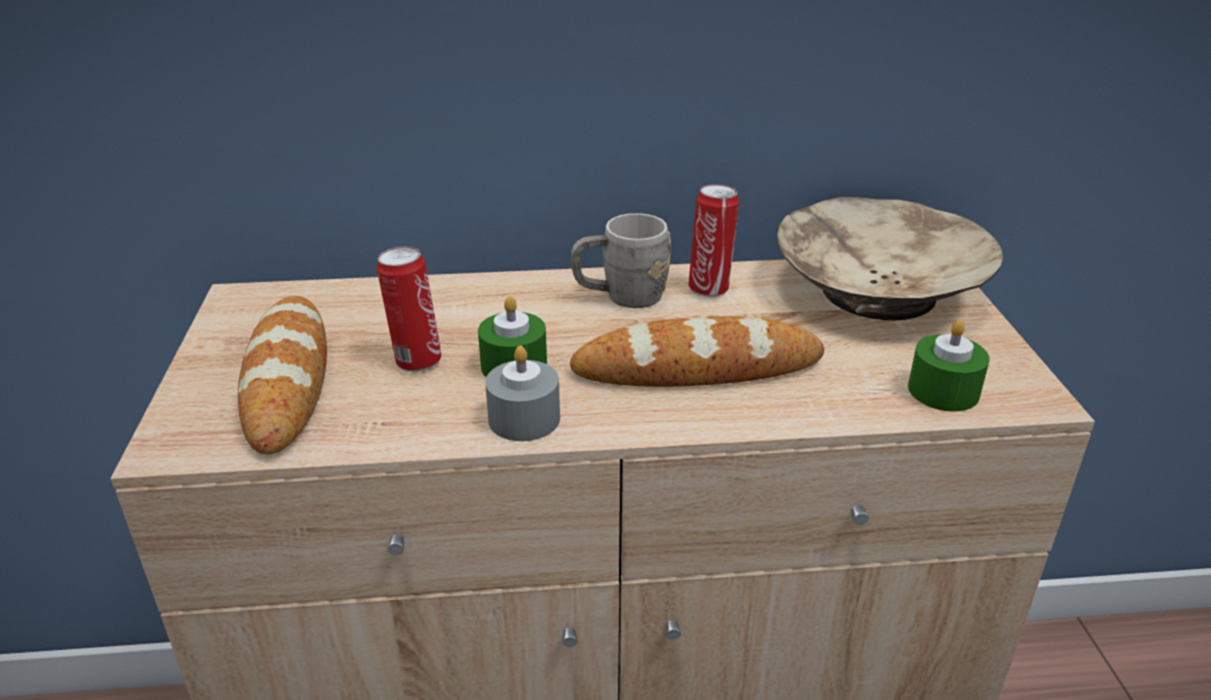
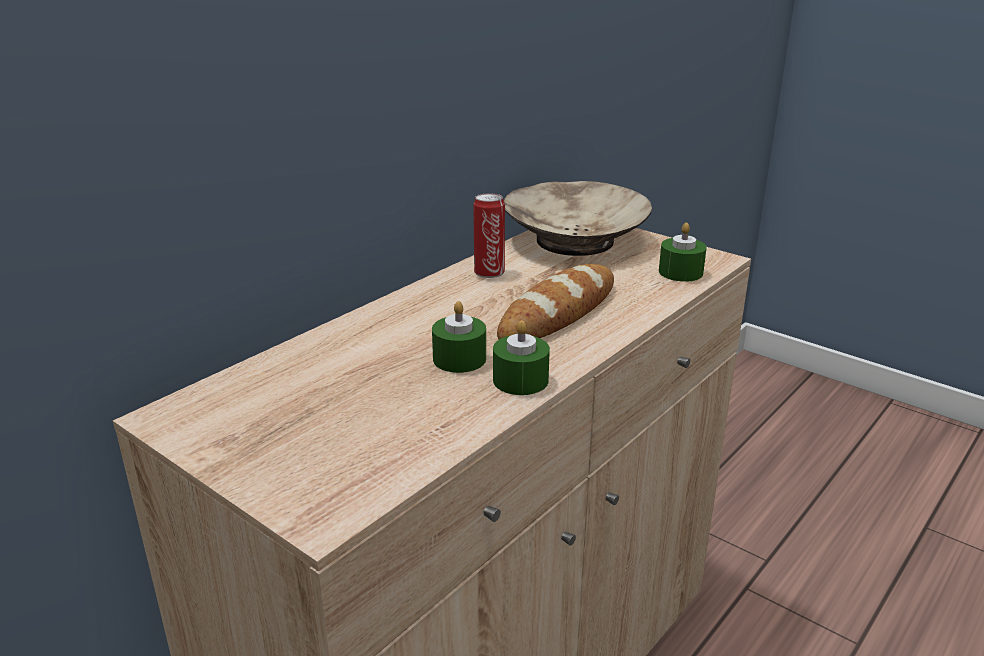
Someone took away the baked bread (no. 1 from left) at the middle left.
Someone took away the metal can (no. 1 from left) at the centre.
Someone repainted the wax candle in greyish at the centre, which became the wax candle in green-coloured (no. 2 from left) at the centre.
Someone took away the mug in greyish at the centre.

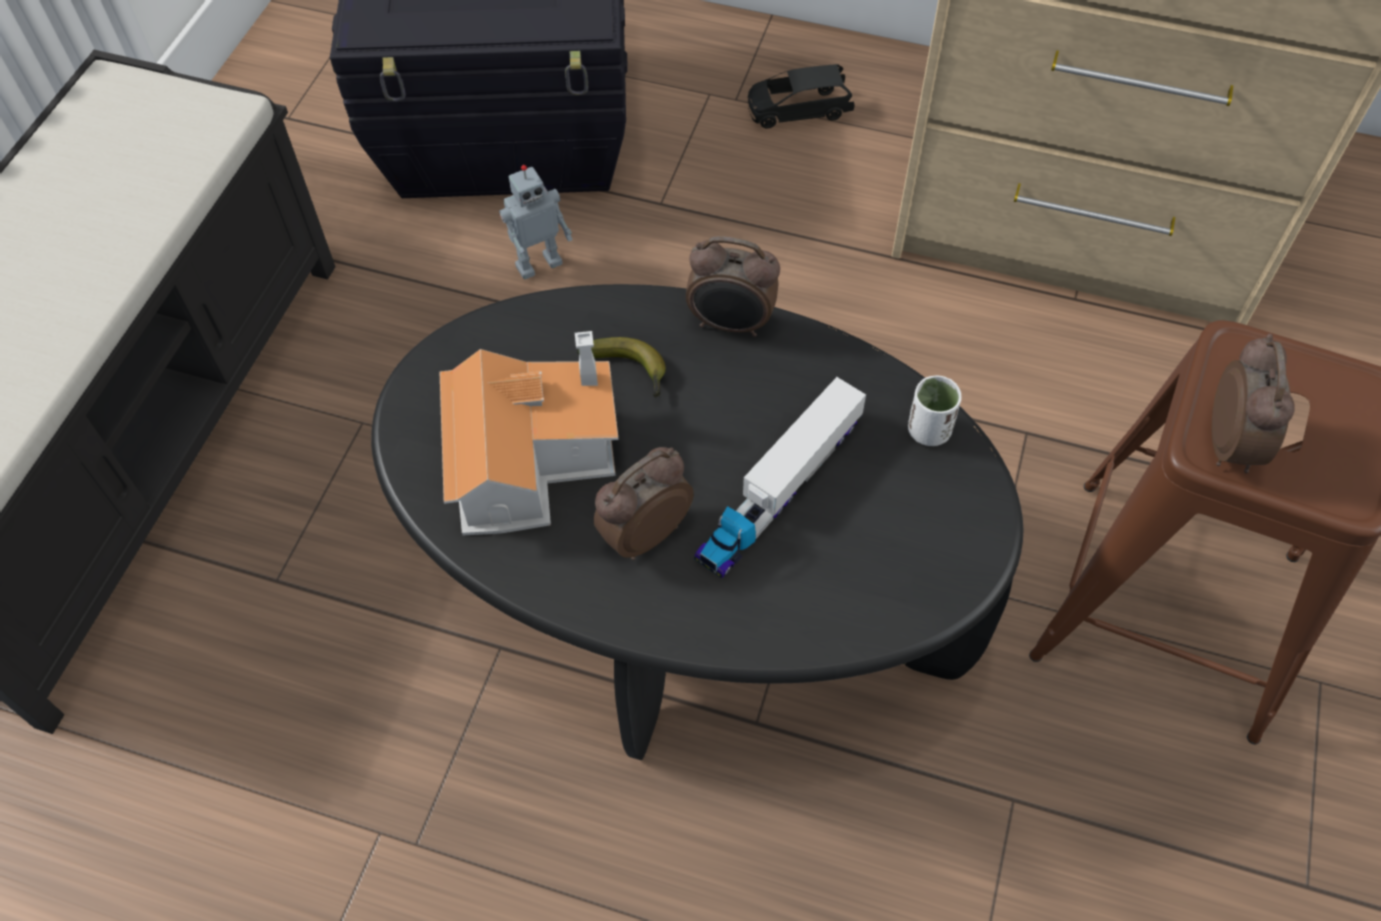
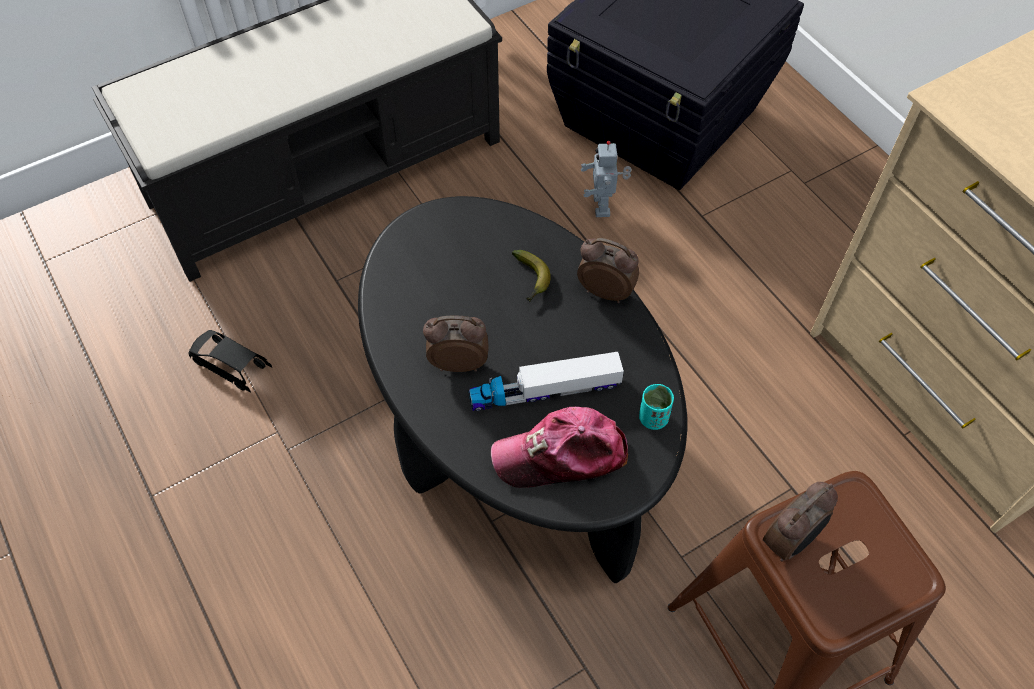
Someone took away the miniature house at the centre.
Someone rotated the toy robot at the top centre by 75 degrees clockwise.
Someone rotated the table clock (no. 2 from left) at the top centre by 150 degrees clockwise.
Someone carried the toy car in black-coloured from the top centre to the middle left.
Someone repainted the cup in white at the middle right, which became the cup in turquoise at the centre.
Someone put down the baseball cap at the centre.

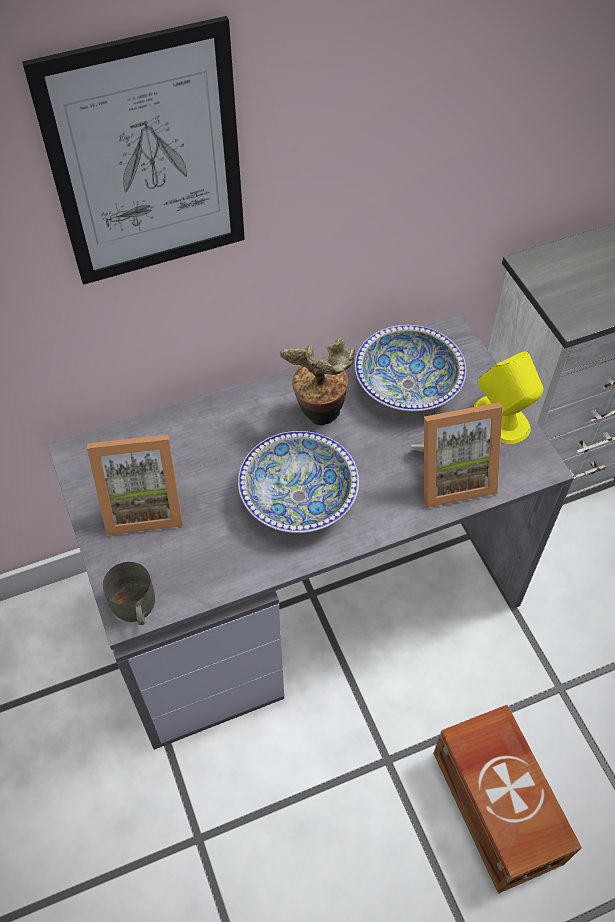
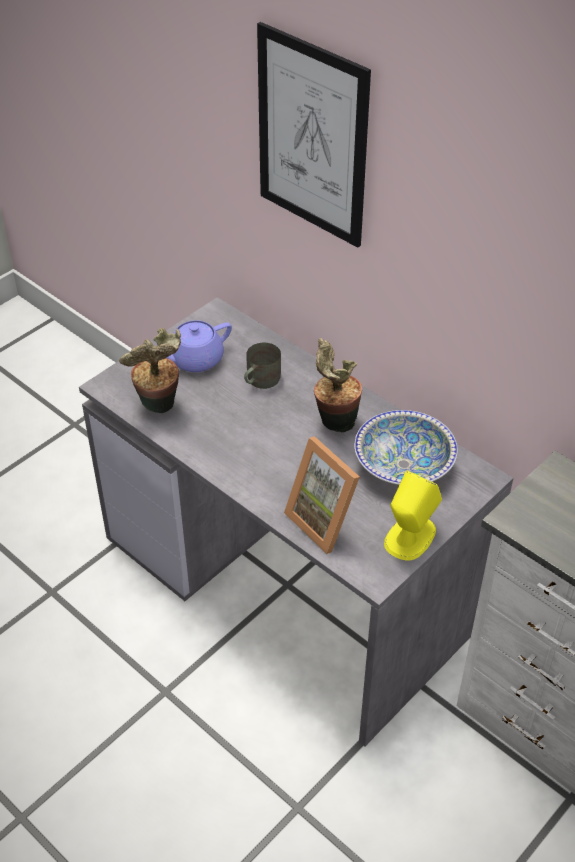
Someone swapped the photo frame (no. 1 from left) at the middle left for the teapot in purplish at the centre.
Someone carried the mug in greyish from the middle left to the centre.
Someone took away the bowl (no. 1 from left) at the centre.
Someone took away the storage bin in brown-coloured at the bottom right.
Someone put down the potted plant (no. 1 from left) at the middle left.

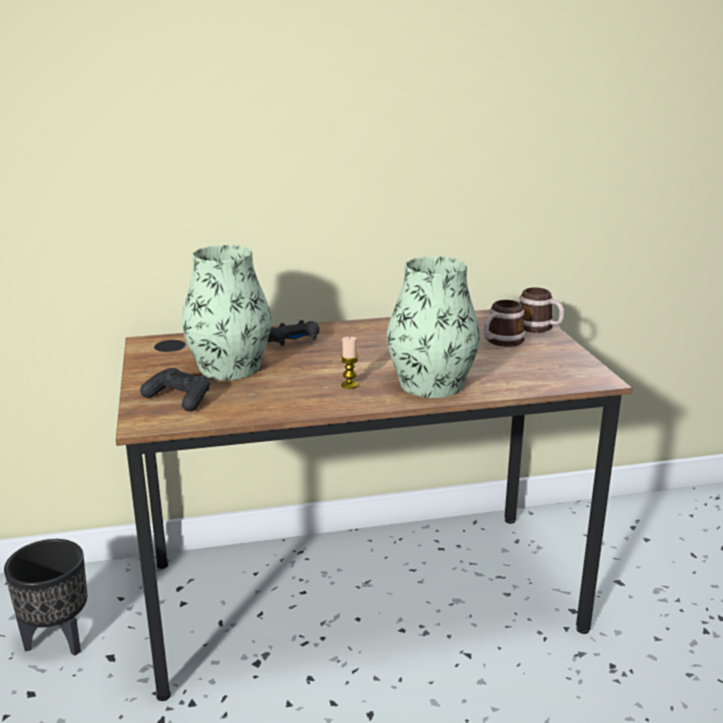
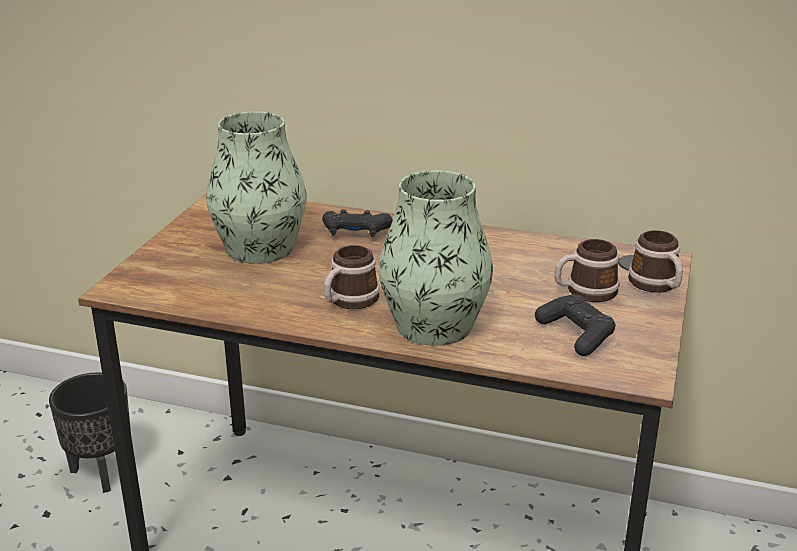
Someone carried the game controller in black-coloured (no. 1 from left in the first image) from the middle left to the middle right.
Someone swapped the wax candle at the centre for the mug (no. 1 from left) at the centre.

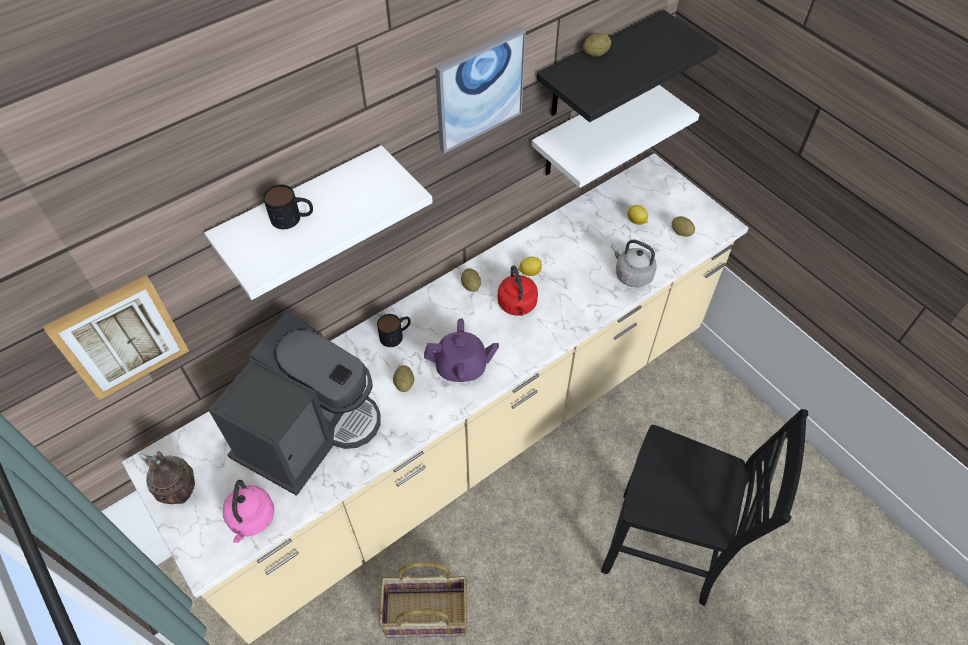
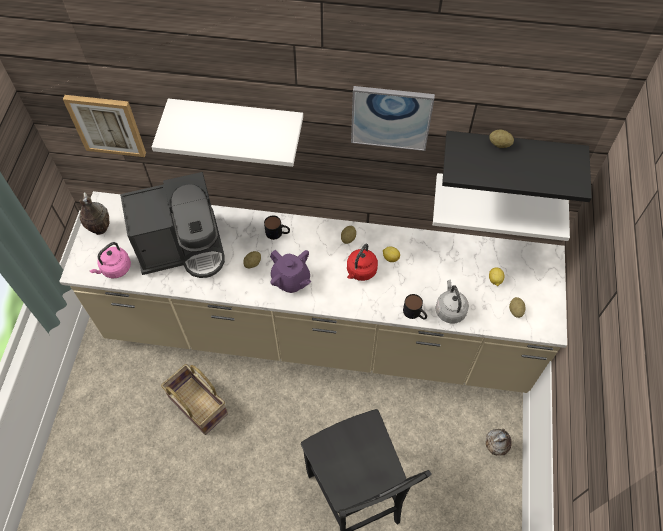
Someone carried the mug (no. 1 from left in the first image) from the top left to the centre.
Someone put down the decorative vase (no. 2 from left) at the bottom right.

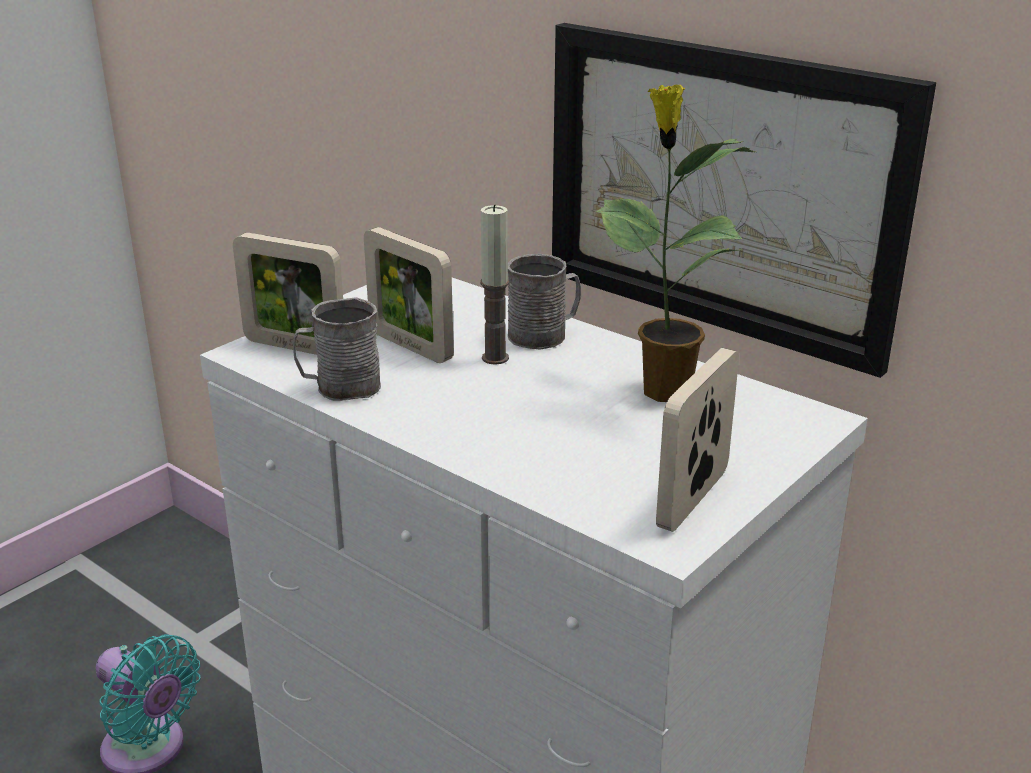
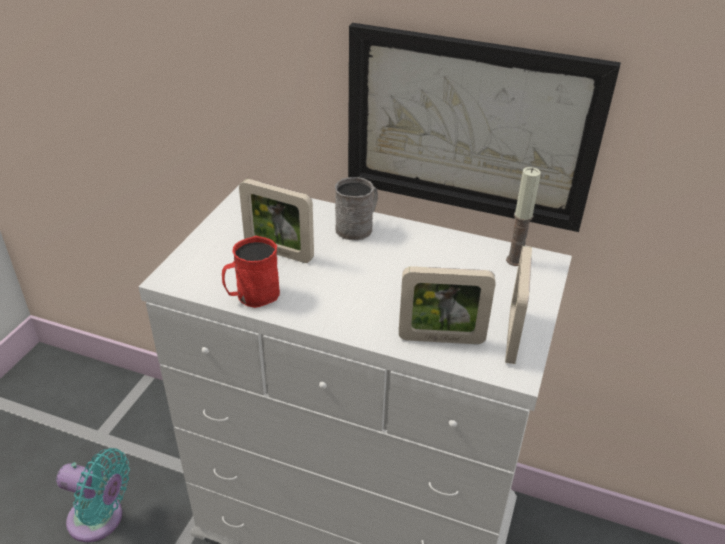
Someone carried the photo frame (no. 1 from left in the first image) from the middle left to the centre.
Someone repainted the mug in greyish (no. 1 from left) at the middle left, which became the mug in red-coloured at the centre.
Someone carried the wax candle from the centre to the middle right.
Someone took away the potted plant at the top centre.

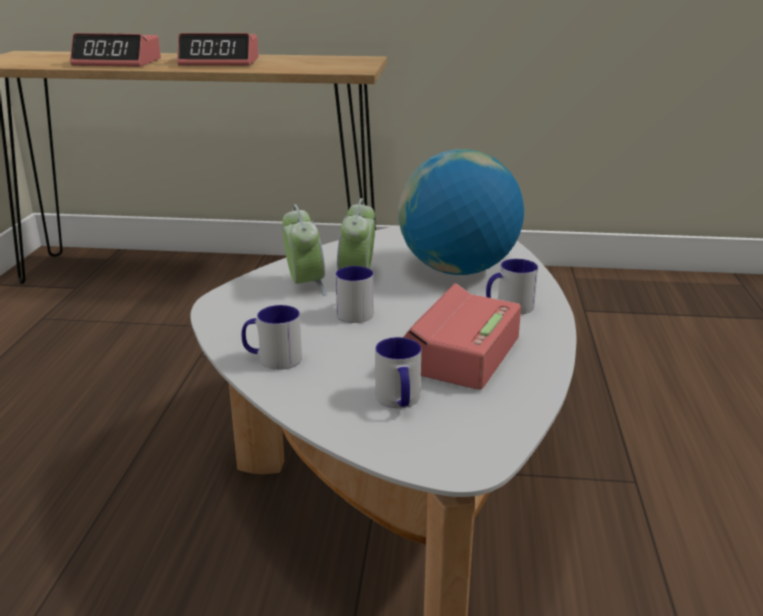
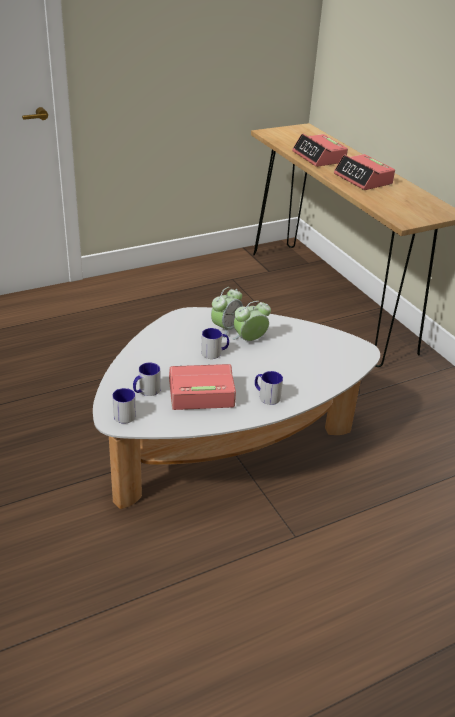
Someone carried the mug (no. 1 from left) from the centre to the middle left.
Someone took away the globe at the centre.

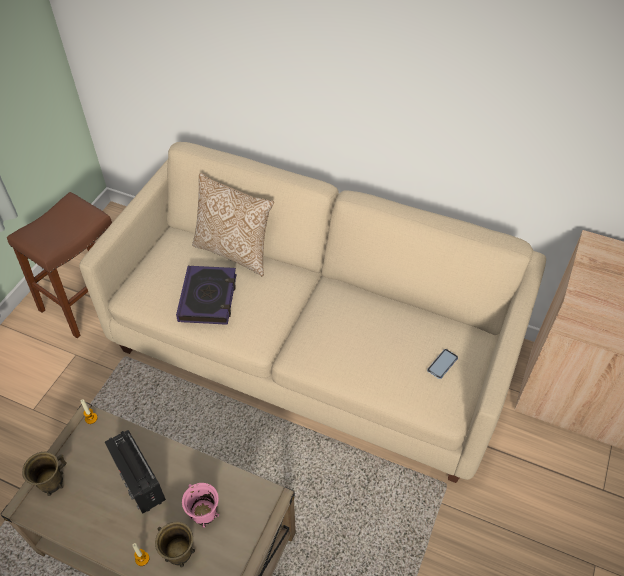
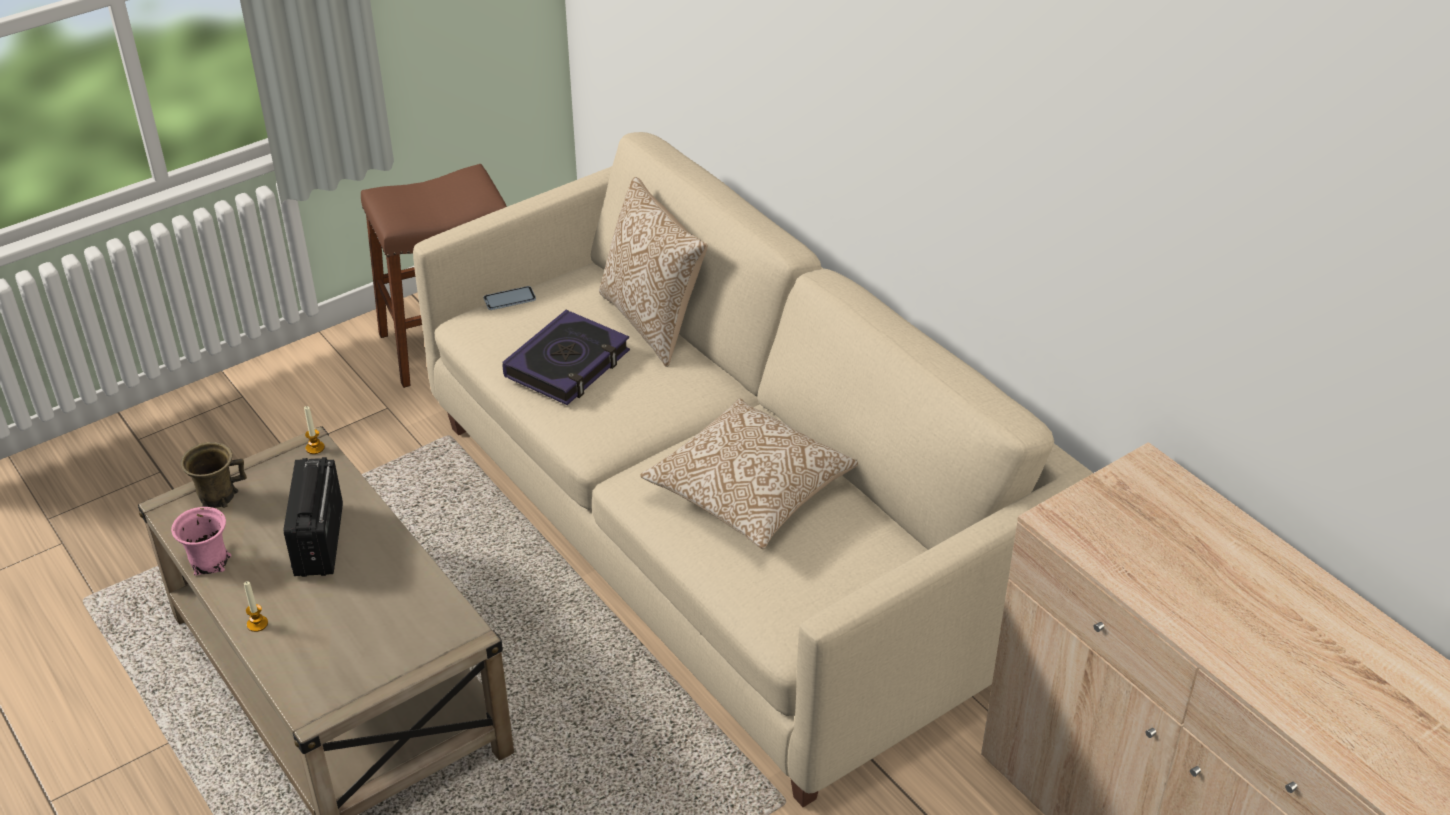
Someone took away the mug in brown-coloured (no. 2 from left) at the bottom left.
Someone carried the mug in pink-coloured from the bottom left to the middle left.
Someone carried the phone from the middle right to the centre.
Someone put down the cushion (no. 2 from left) at the centre.

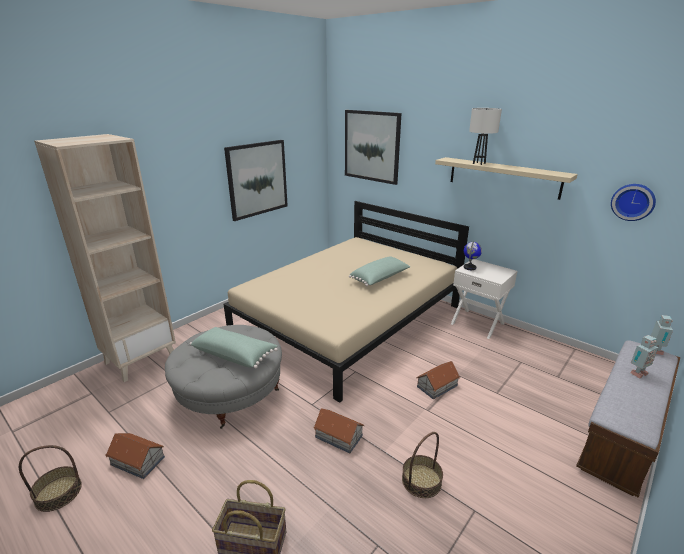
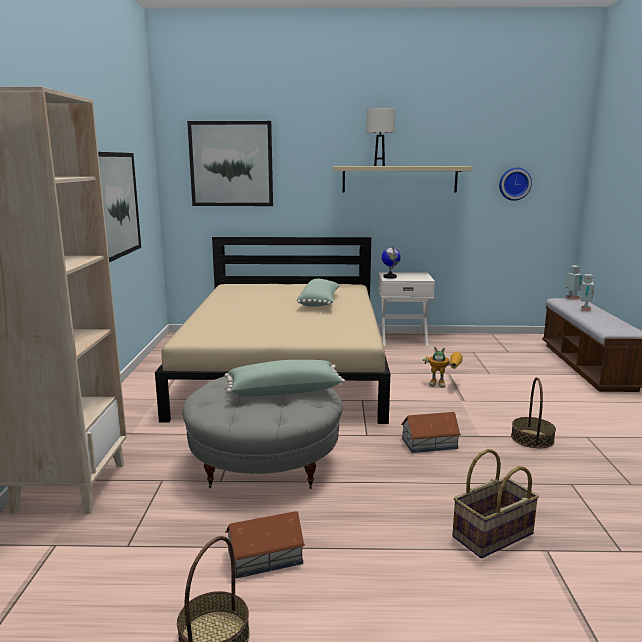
Someone swapped the miniature house (no. 3 from left) at the bottom centre for the toy robot (no. 1 from left) at the middle right.

